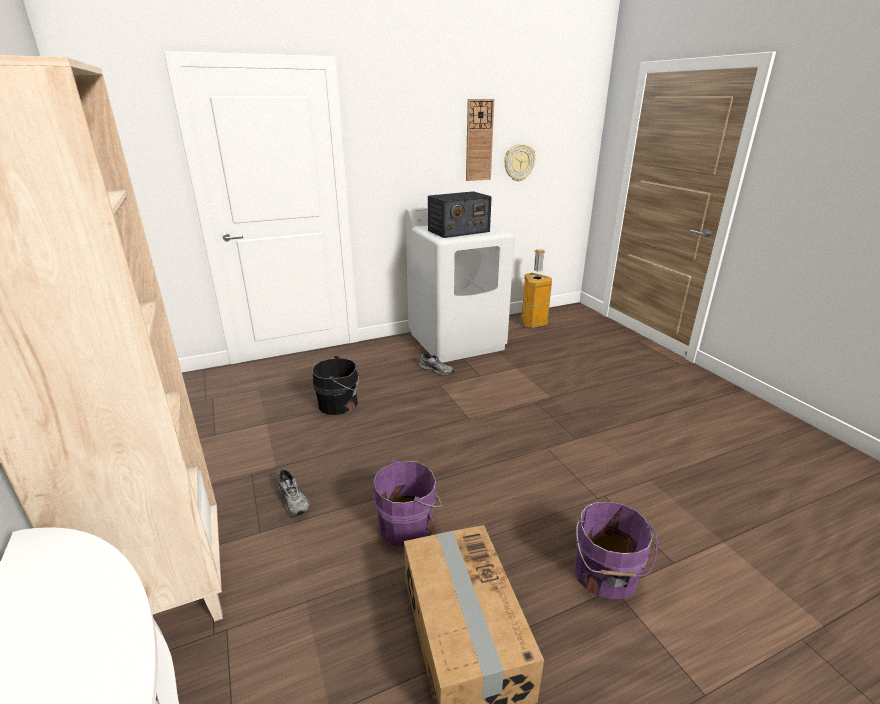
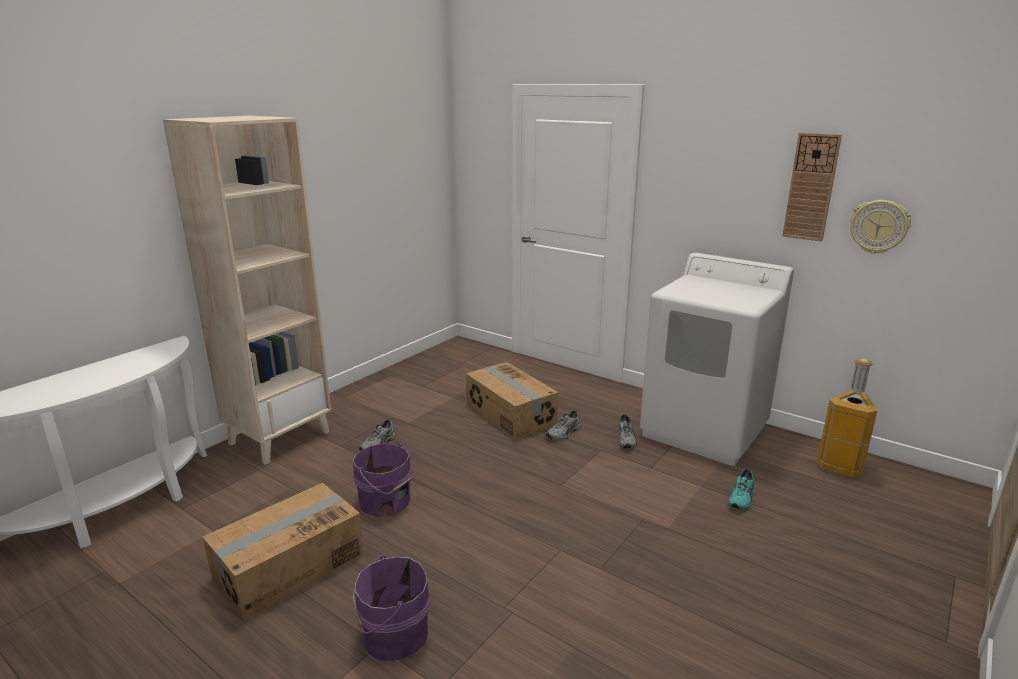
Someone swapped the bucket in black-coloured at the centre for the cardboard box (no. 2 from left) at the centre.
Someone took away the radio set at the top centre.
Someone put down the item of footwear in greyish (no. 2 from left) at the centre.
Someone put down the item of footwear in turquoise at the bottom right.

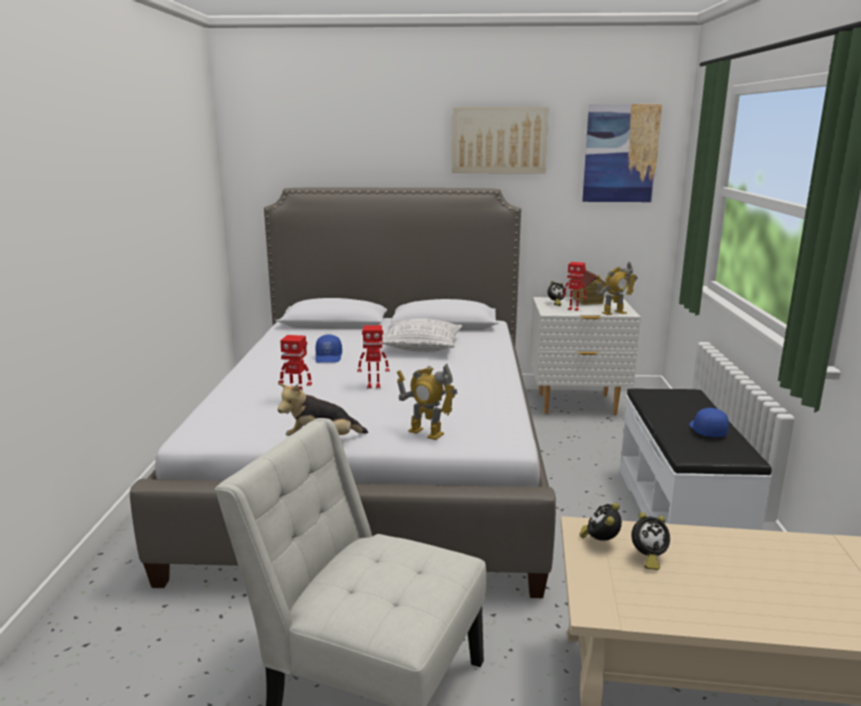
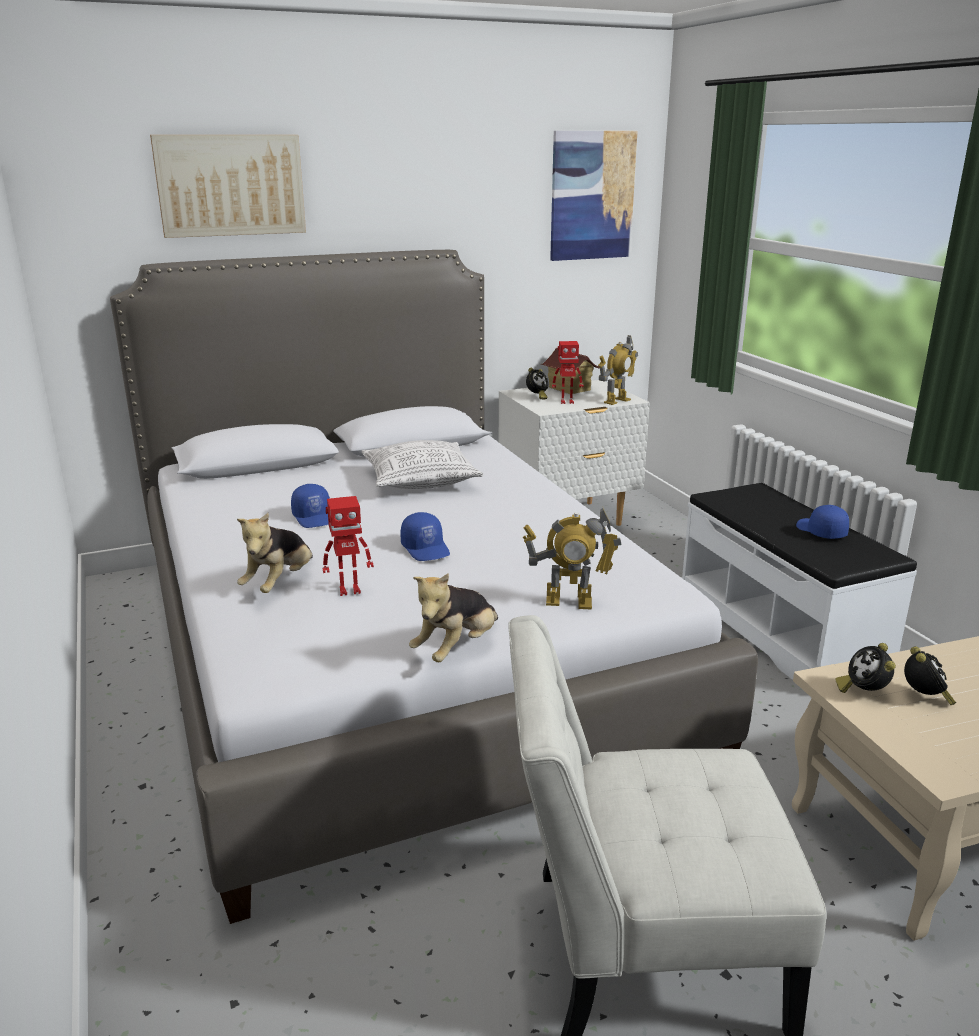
Someone swapped the toy robot (no. 2 from left) at the centre for the baseball cap in blue-coloured (no. 2 from left) at the centre.
Someone carried the wall picture (no. 1 from left) from the top centre to the top left.
Someone rotated the table clock (no. 3 from left) at the bottom right by 45 degrees counterclockwise.
Someone put down the soft toy (no. 1 from left) at the middle left.

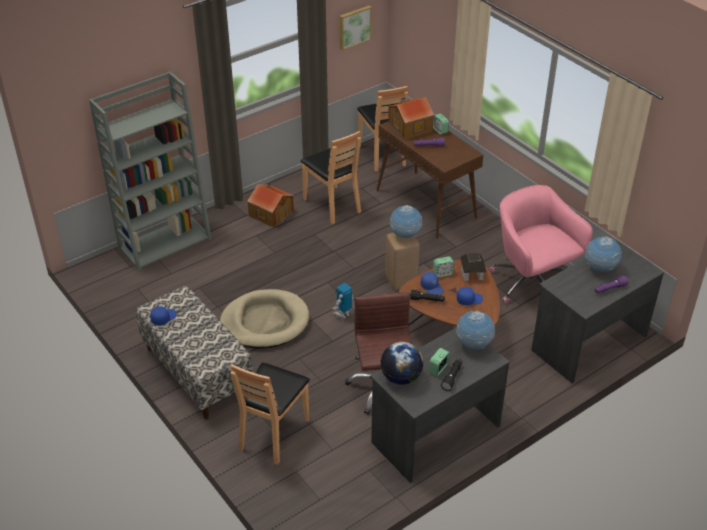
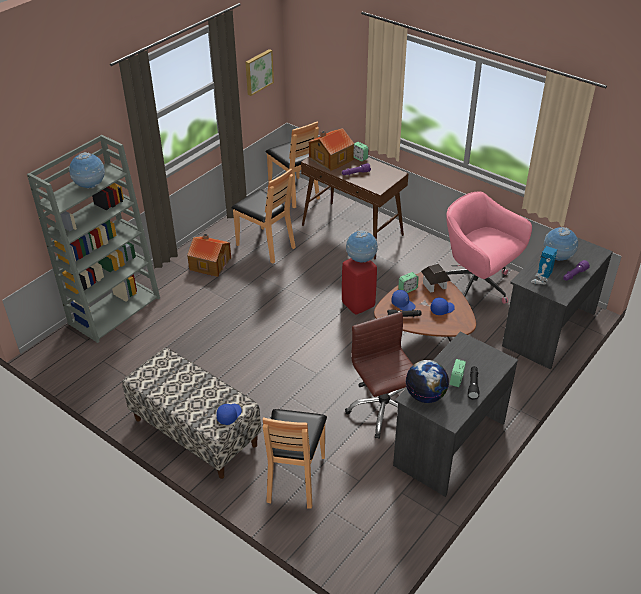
Someone carried the baseball cap in blue-coloured (no. 1 from left) from the middle left to the bottom centre.
Someone took away the dog cushion in beige-coloured at the centre.
Someone carried the toy robot from the centre to the middle right.
Someone repainted the stool in beige-coloured at the centre, which became the stool in red-coloured at the centre.
Someone carried the globe (no. 3 from left in the first image) from the middle right to the top left.

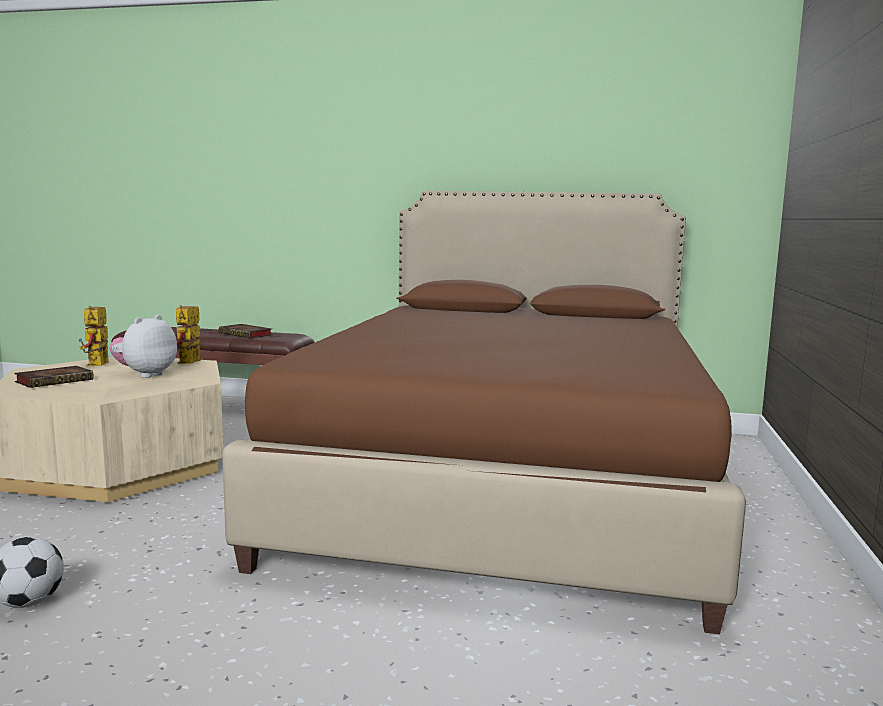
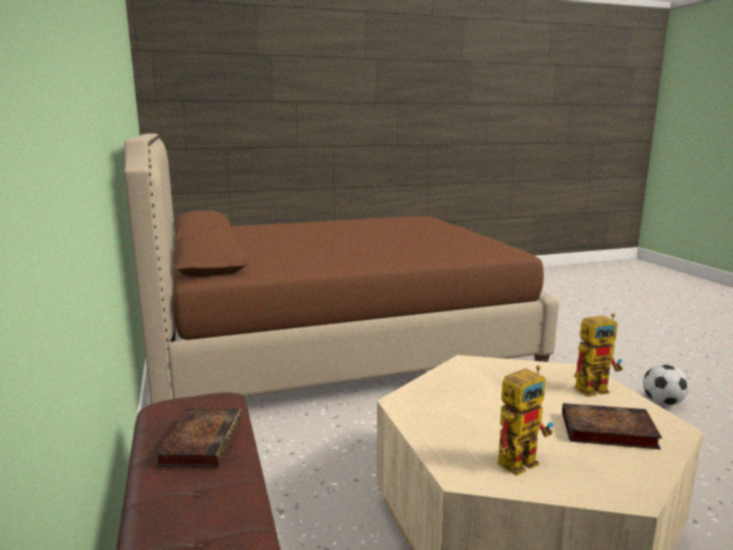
Someone took away the soft toy at the middle left.
Someone carried the toy robot (no. 2 from left) from the middle left to the middle right.

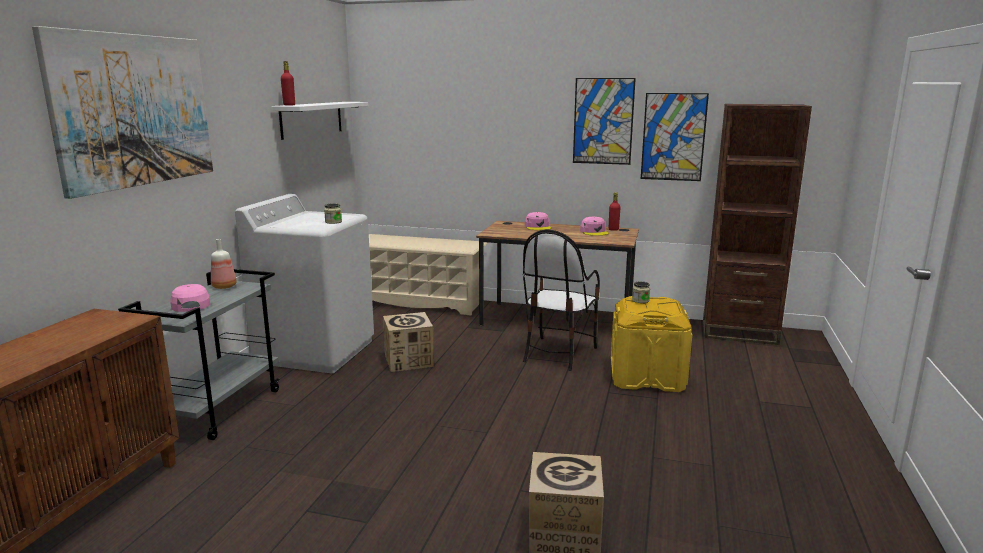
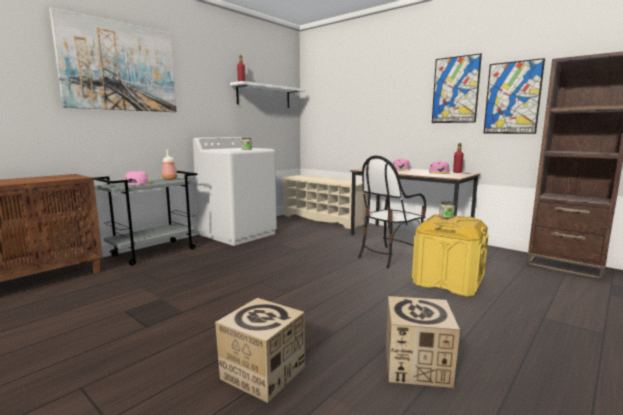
Someone carried the cardboard box (no. 1 from left in the first image) from the centre to the bottom right.

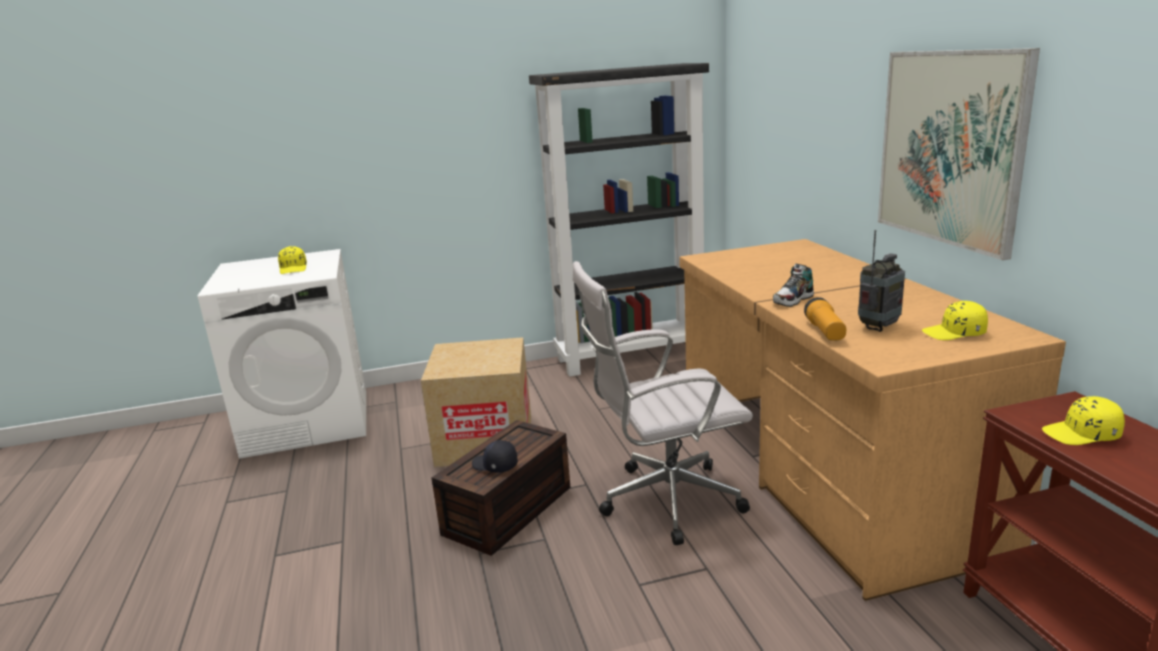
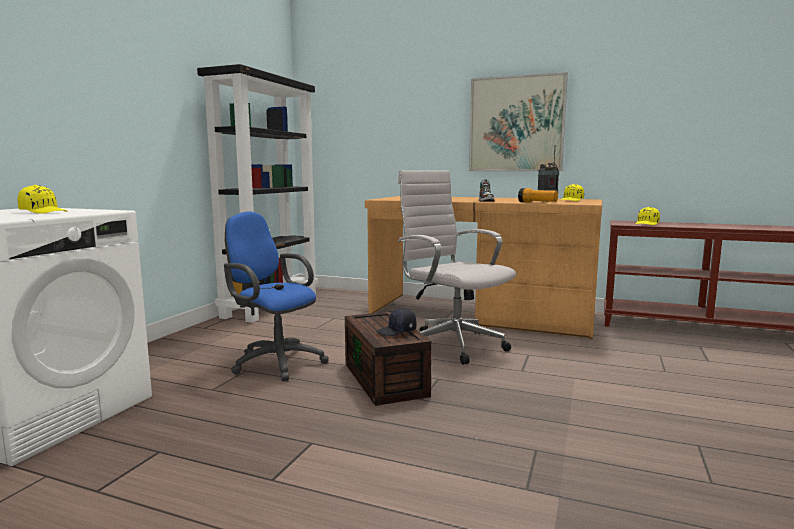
Someone swapped the cardboard box at the centre for the desk chair in blue-coloured at the centre.
Someone rotated the desk chair in white at the centre by 120 degrees clockwise.

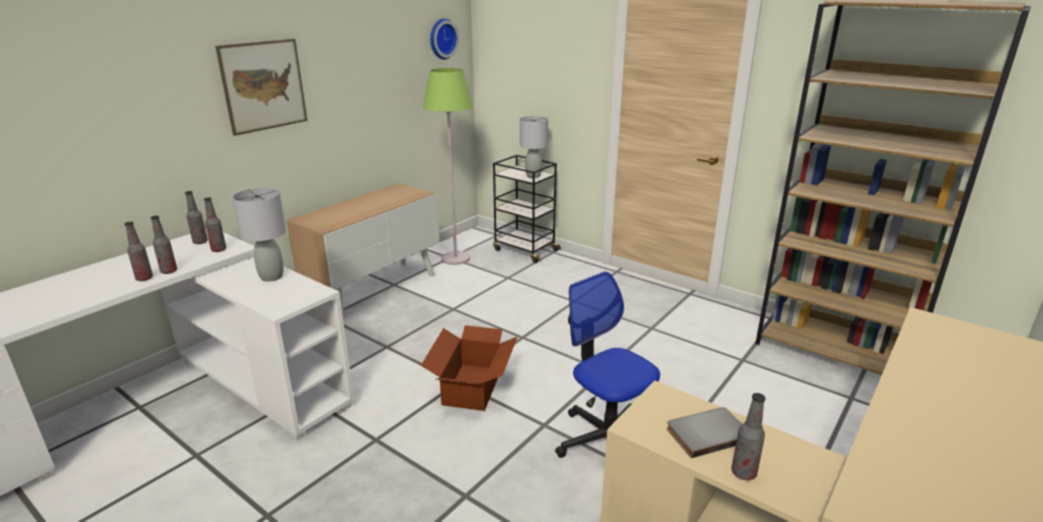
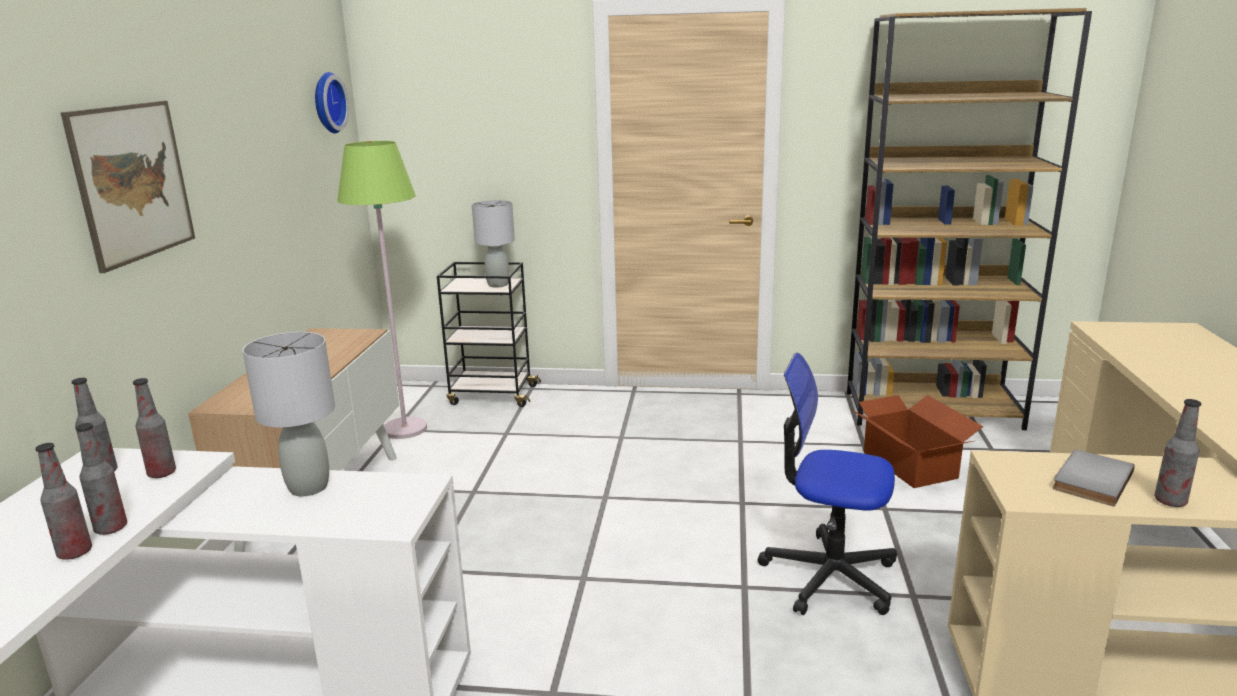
Someone carried the cardboard box from the bottom centre to the middle right.

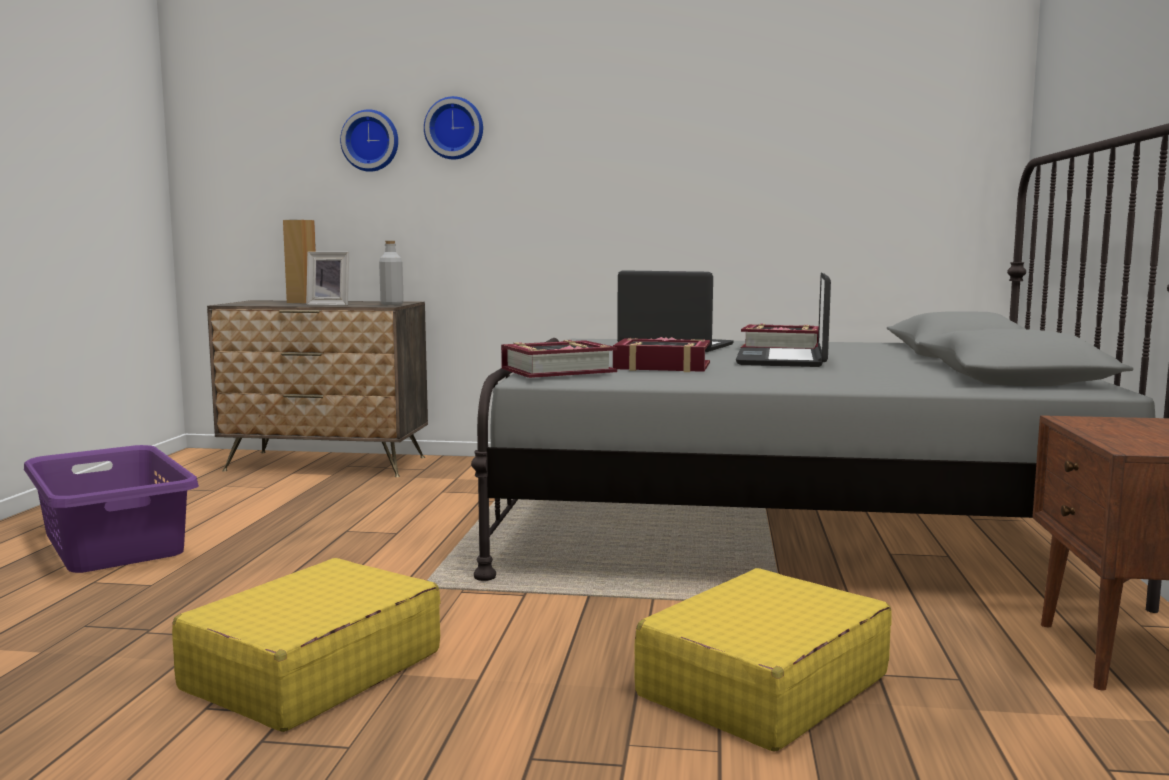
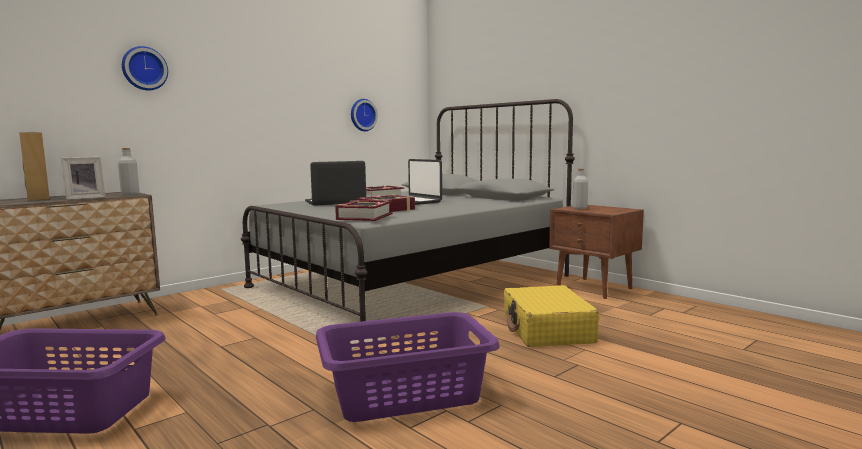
Someone swapped the piece of luggage in yellow (no. 1 from left) at the bottom left for the laundry basket in purplish (no. 2 from left) at the bottom centre.
Someone carried the wall clock (no. 1 from left in the first image) from the top left to the top centre.
Someone put down the bottle in greyish (no. 2 from left) at the middle right.

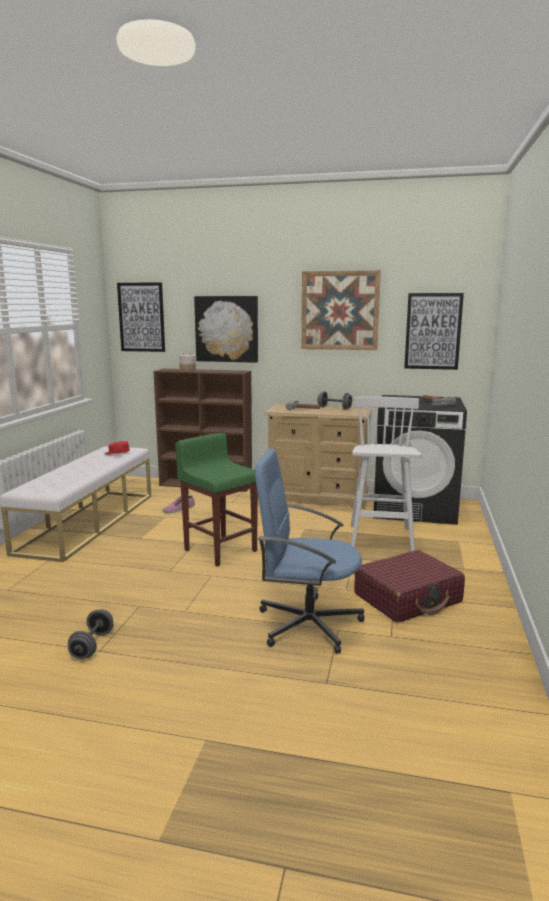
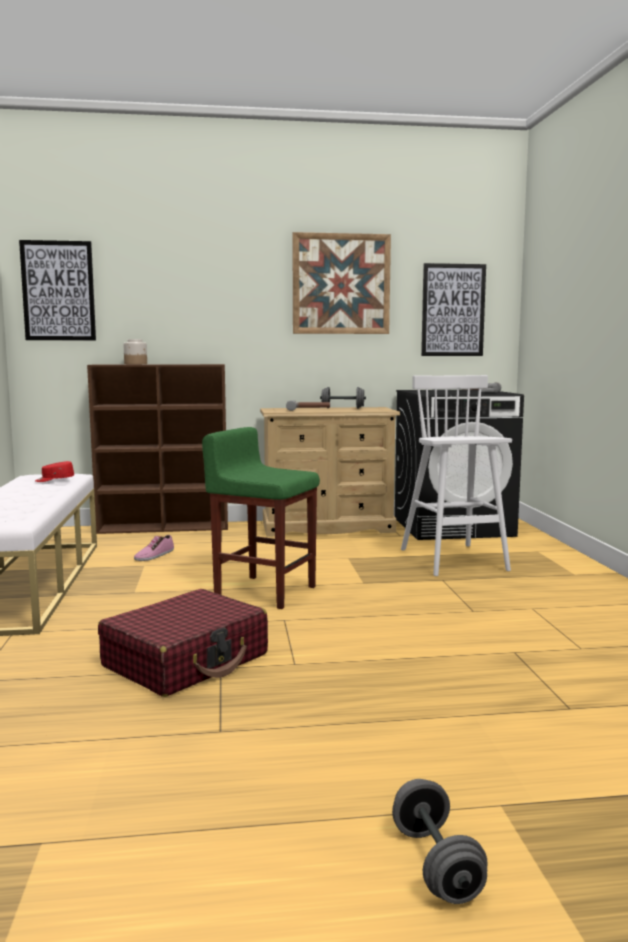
Someone carried the dumbbell in greyish (no. 1 from left in the first image) from the bottom left to the bottom right.
Someone took away the wall picture (no. 2 from left) at the centre.
Someone took away the desk chair in blue-coloured at the centre.
Someone carried the piece of luggage in red-coloured from the middle right to the bottom left.

